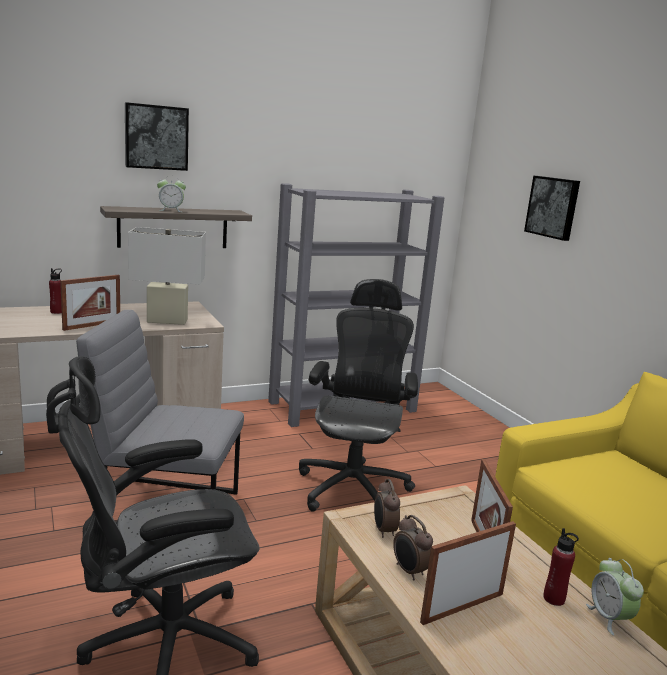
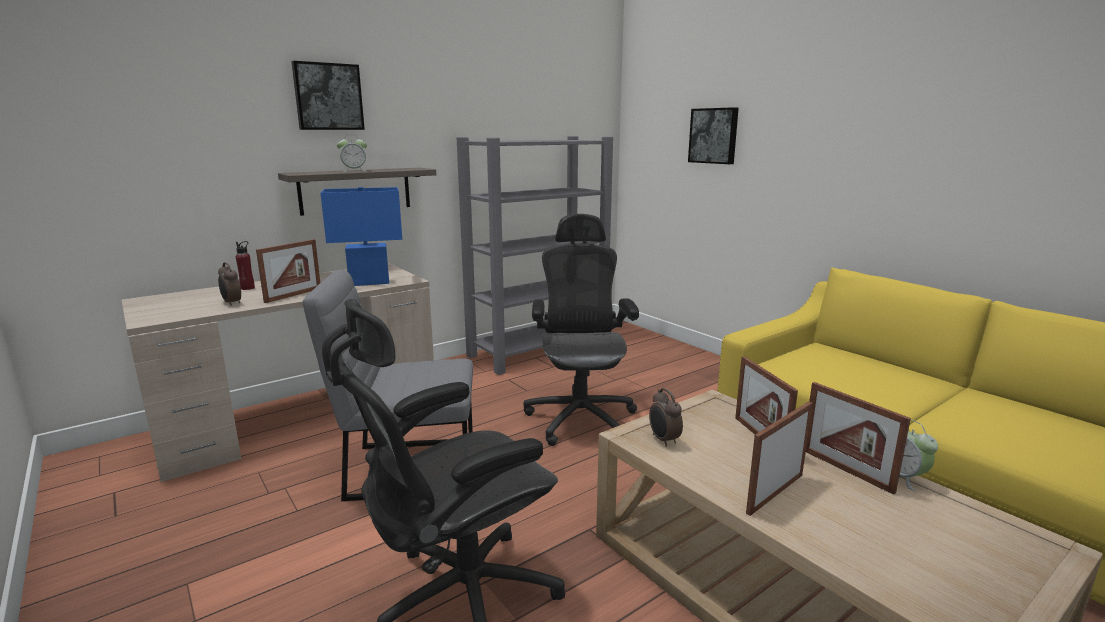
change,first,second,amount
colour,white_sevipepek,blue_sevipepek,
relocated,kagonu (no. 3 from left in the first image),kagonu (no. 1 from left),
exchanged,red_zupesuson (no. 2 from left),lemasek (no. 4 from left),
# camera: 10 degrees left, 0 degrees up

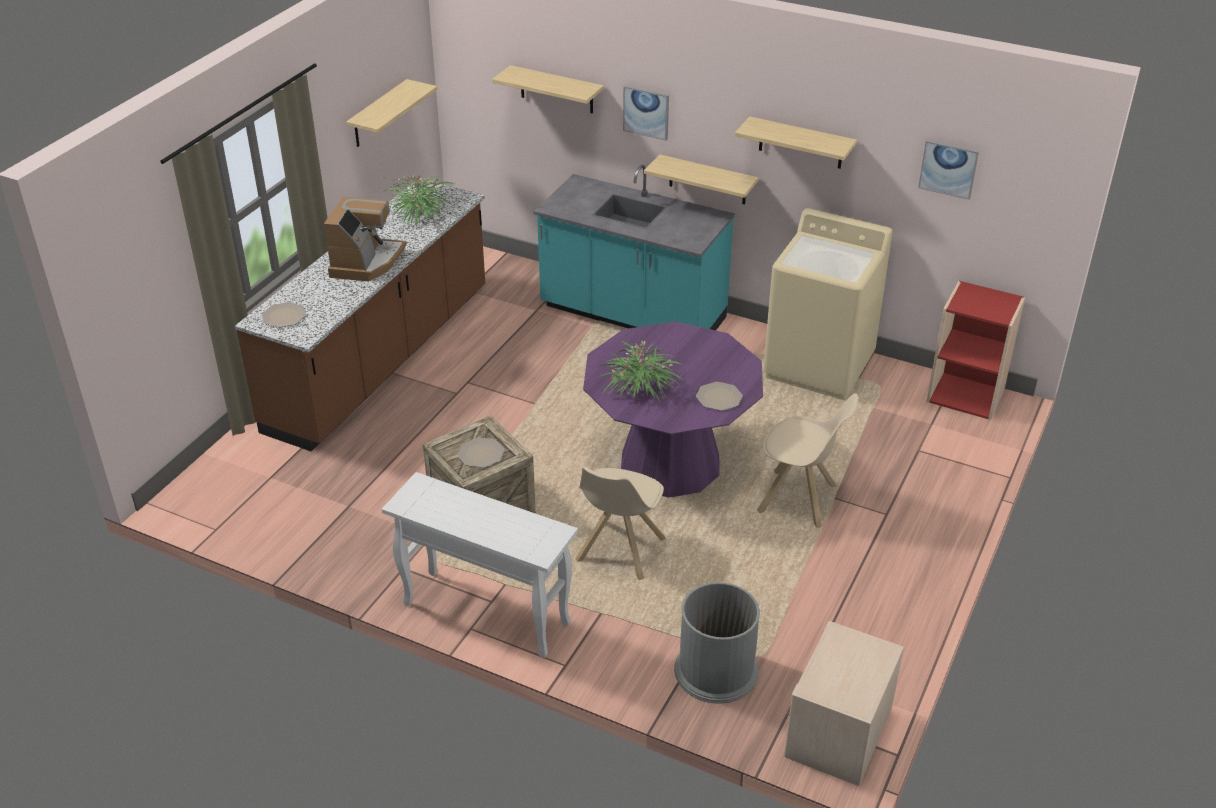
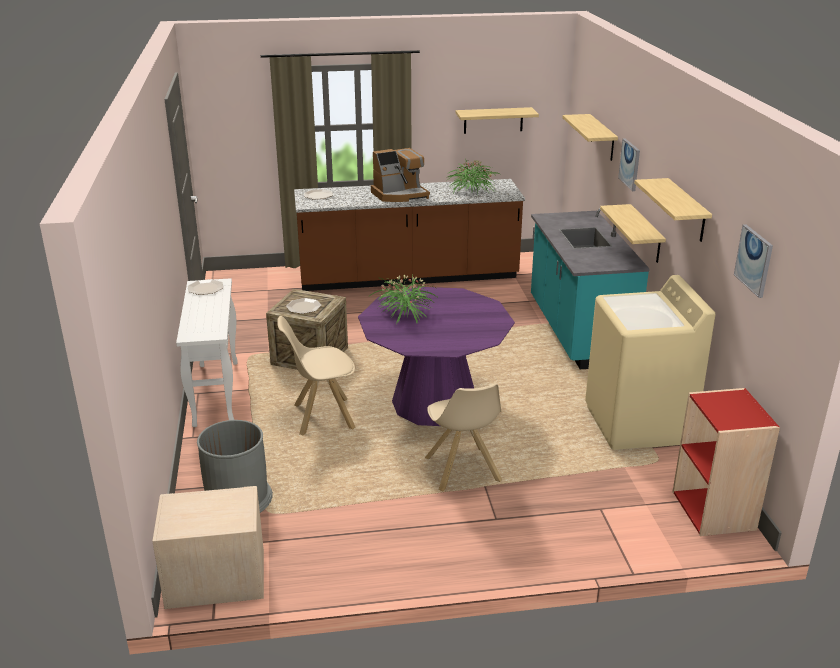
change,first,second,amount
relocated,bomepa (no. 3 from left in the first image),bomepa (no. 1 from left),
# camera: 55 degrees right, 10 degrees down

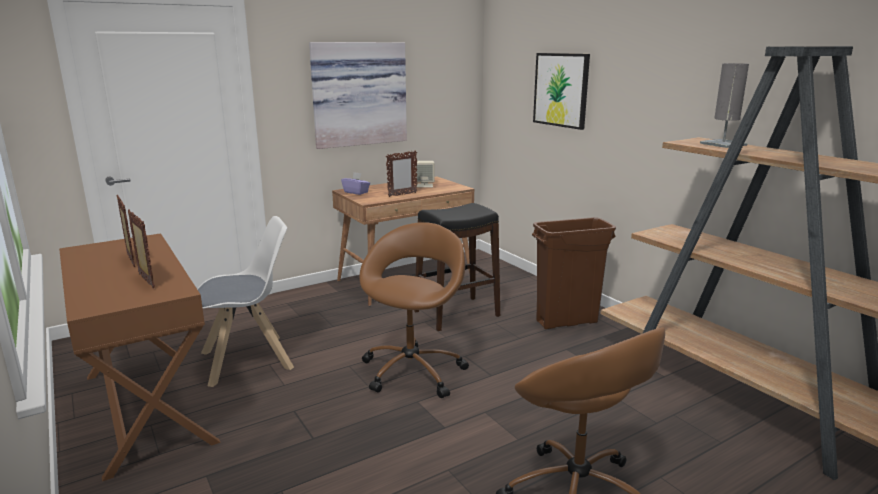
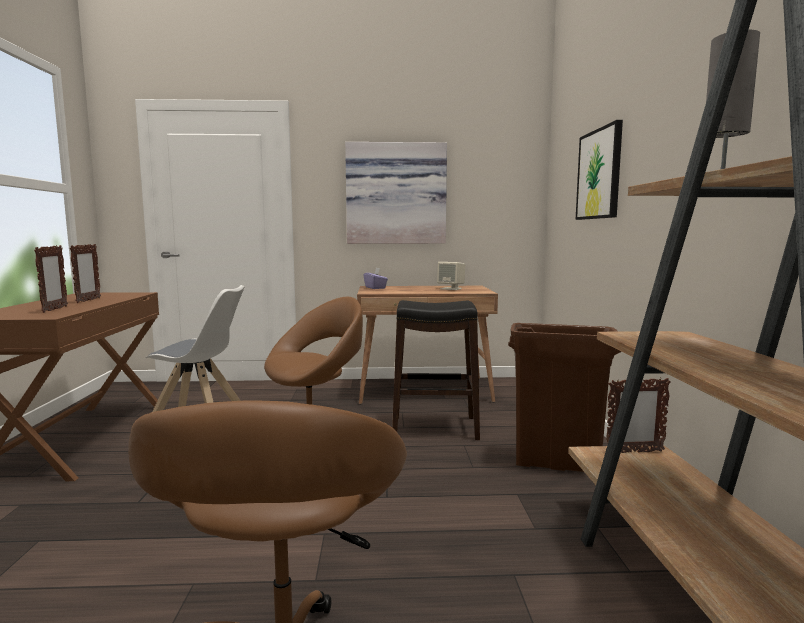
change,first,second,amount
relocated,lemasek (no. 3 from left),,
# camera: 30 degrees right, 10 degrees down

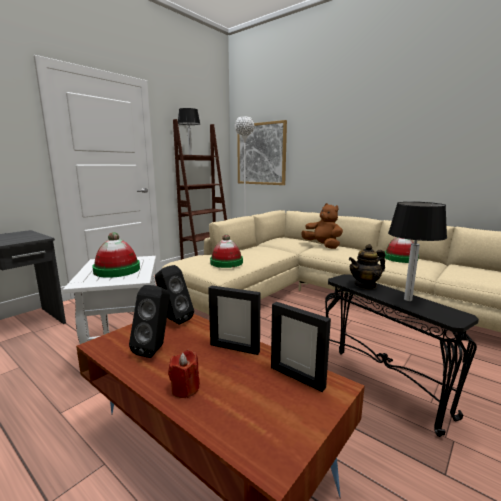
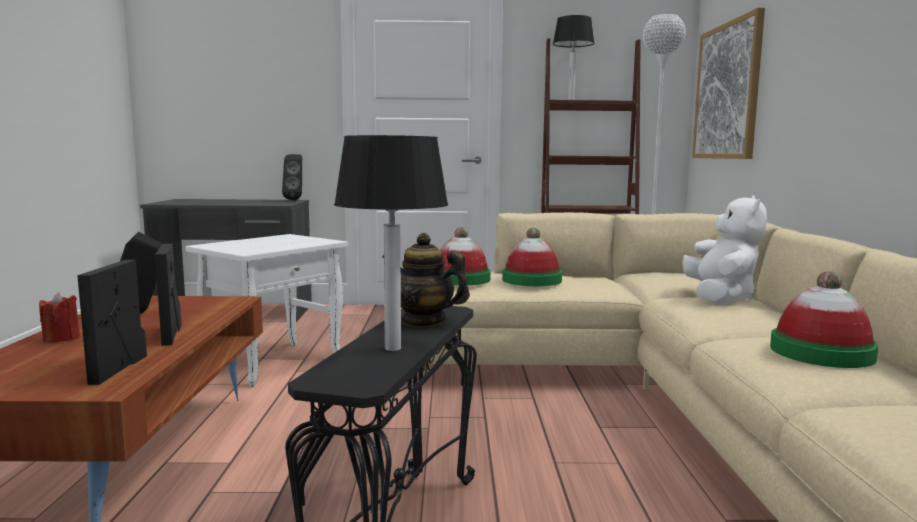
change,first,second,amount
relocated,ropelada (no. 1 from left in the first image),ropelada (no. 2 from left),
relocated,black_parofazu (no. 2 from left),,
colour,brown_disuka,white_disuka,
# camera: 50 degrees right, 5 degrees down

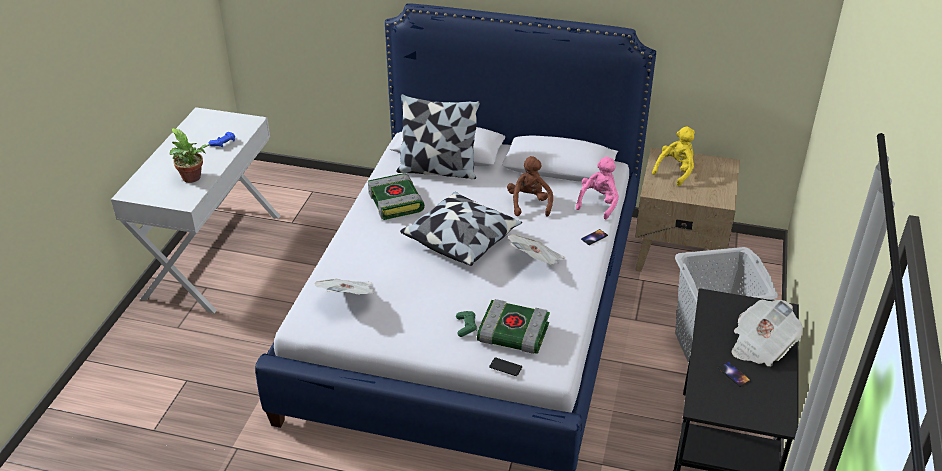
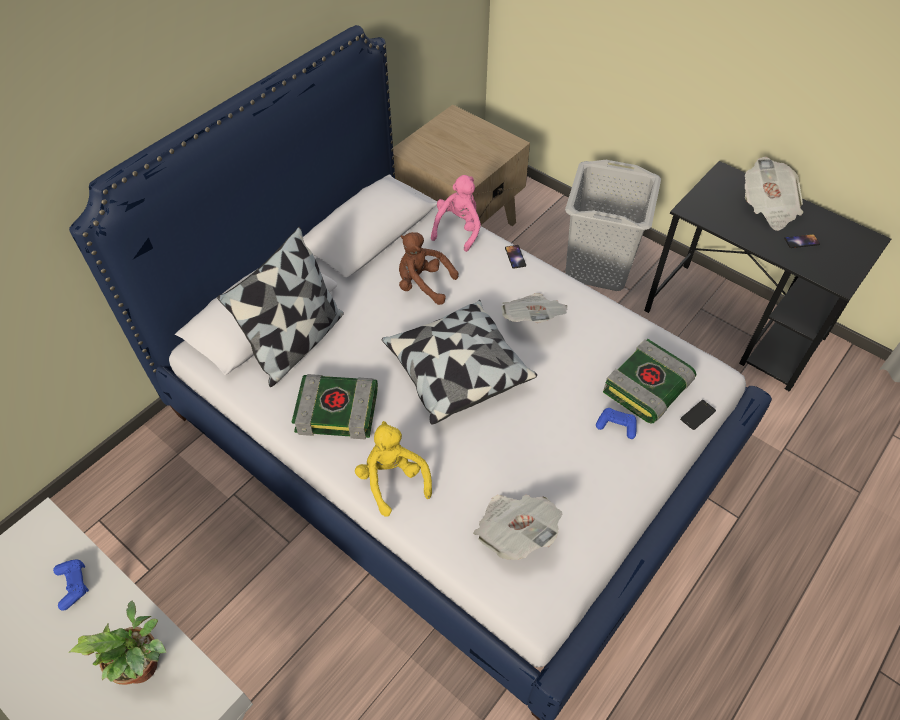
change,first,second,amount
colour,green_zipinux,blue_zipinux (no. 2 from left),
spun,pink_disuka,,60 degrees clockwise
relocated,yellow_disuka,,
# camera: 65 degrees left, 15 degrees up

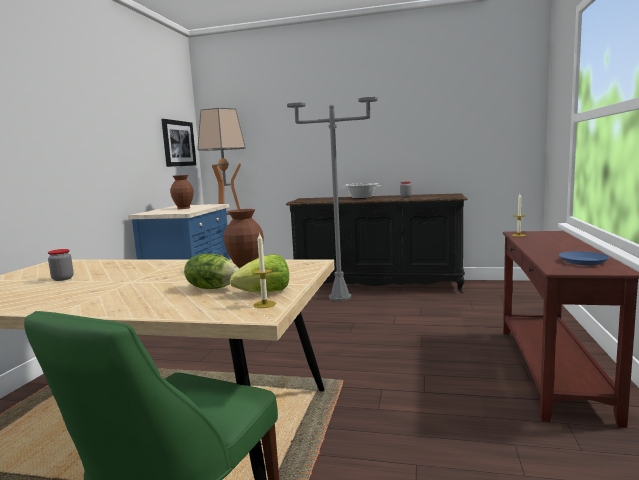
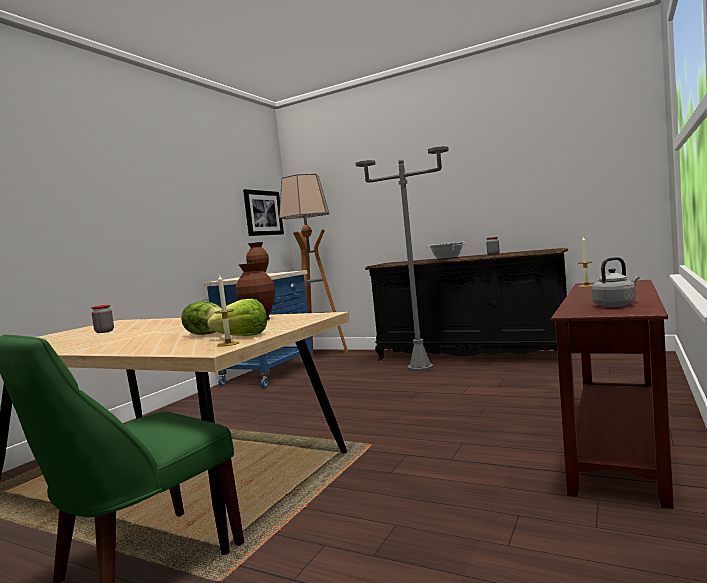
change,first,second,amount
exchanged,blue_bomepa,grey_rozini,
# camera: 15 degrees right, 5 degrees down

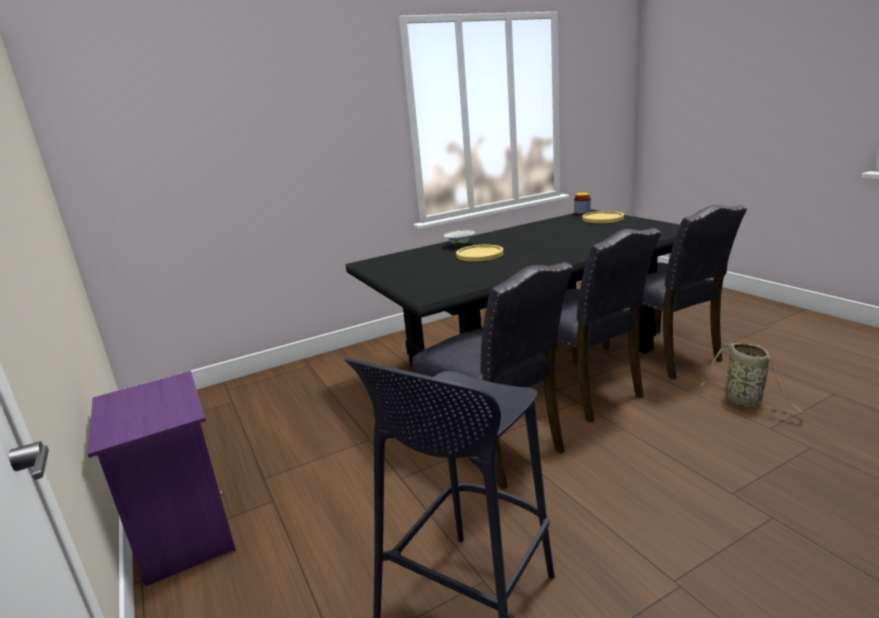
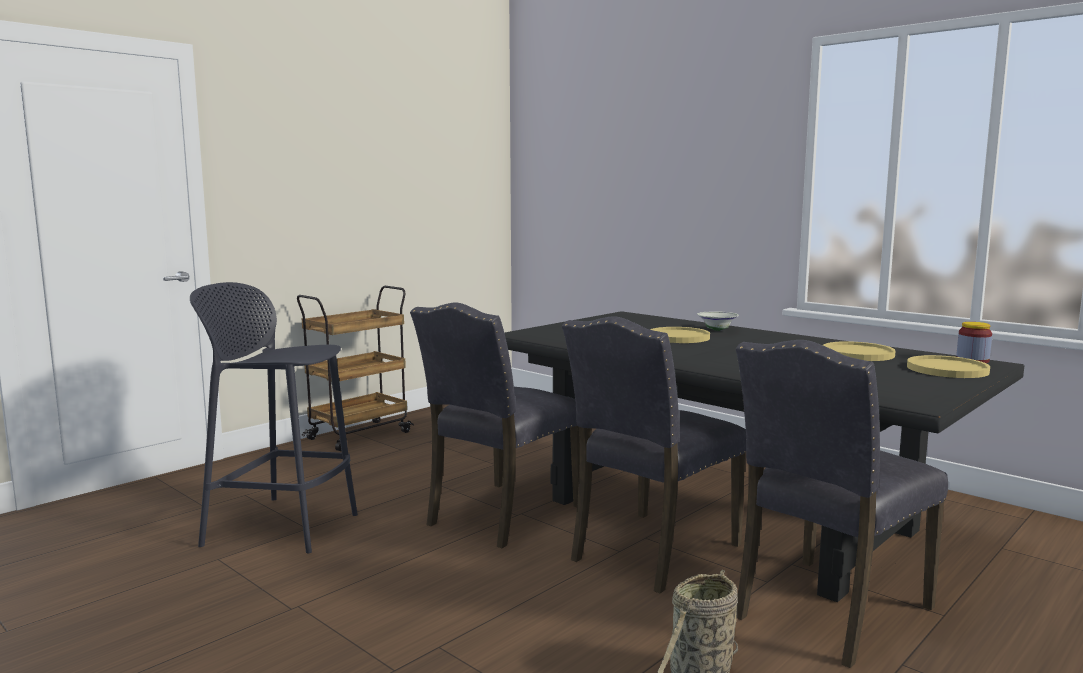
change,first,second,amount
exchanged,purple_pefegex,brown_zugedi,
appeared,,yellow_bomepa (no. 2 from left),
# camera: 70 degrees right, 10 degrees down

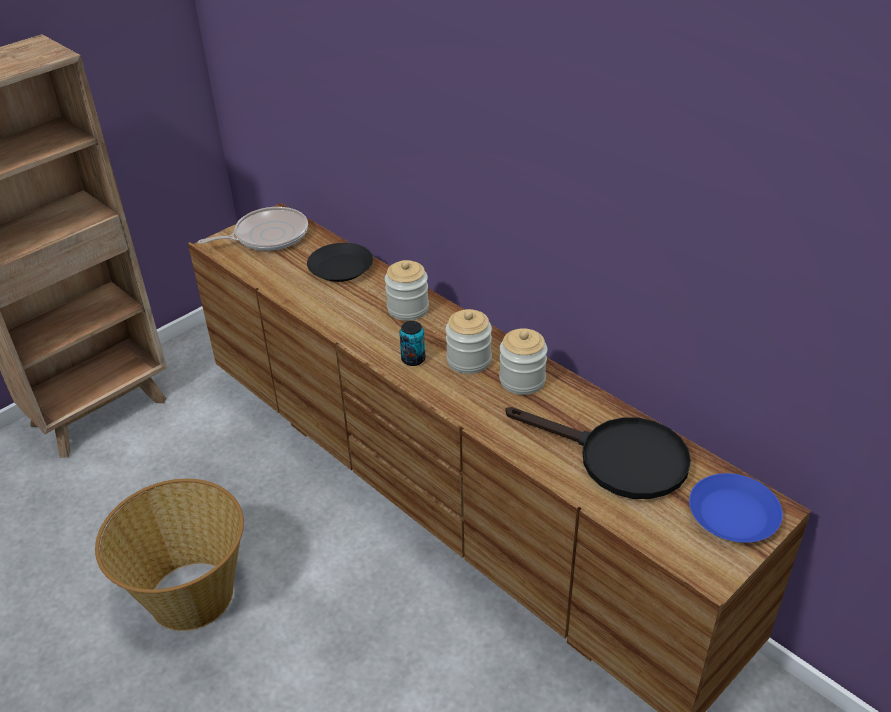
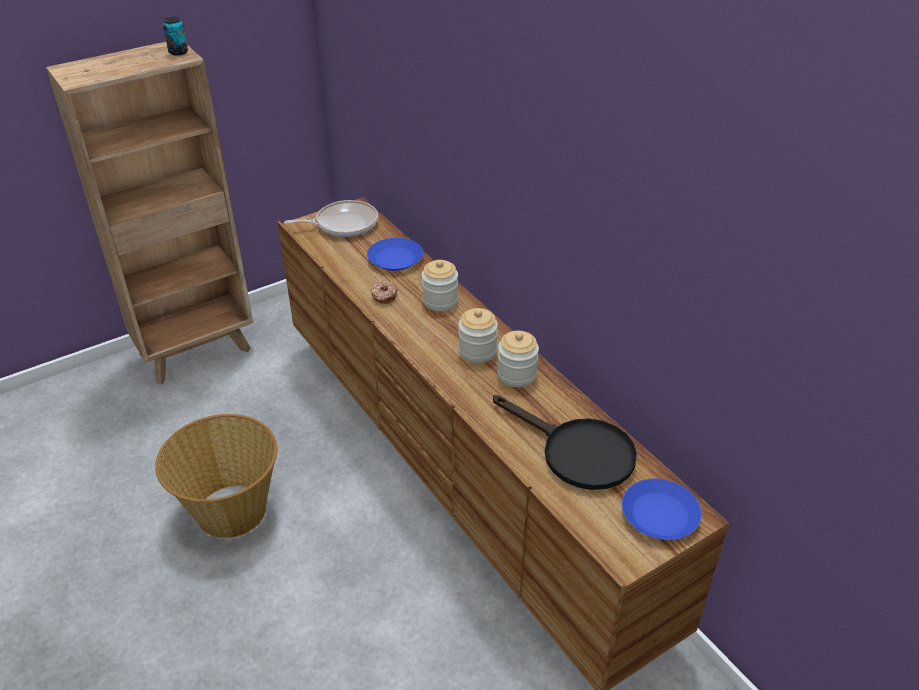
change,first,second,amount
colour,black_bomepa,blue_bomepa (no. 1 from left),
relocated,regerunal,,
appeared,,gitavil,
# camera: 10 degrees right, 0 degrees up

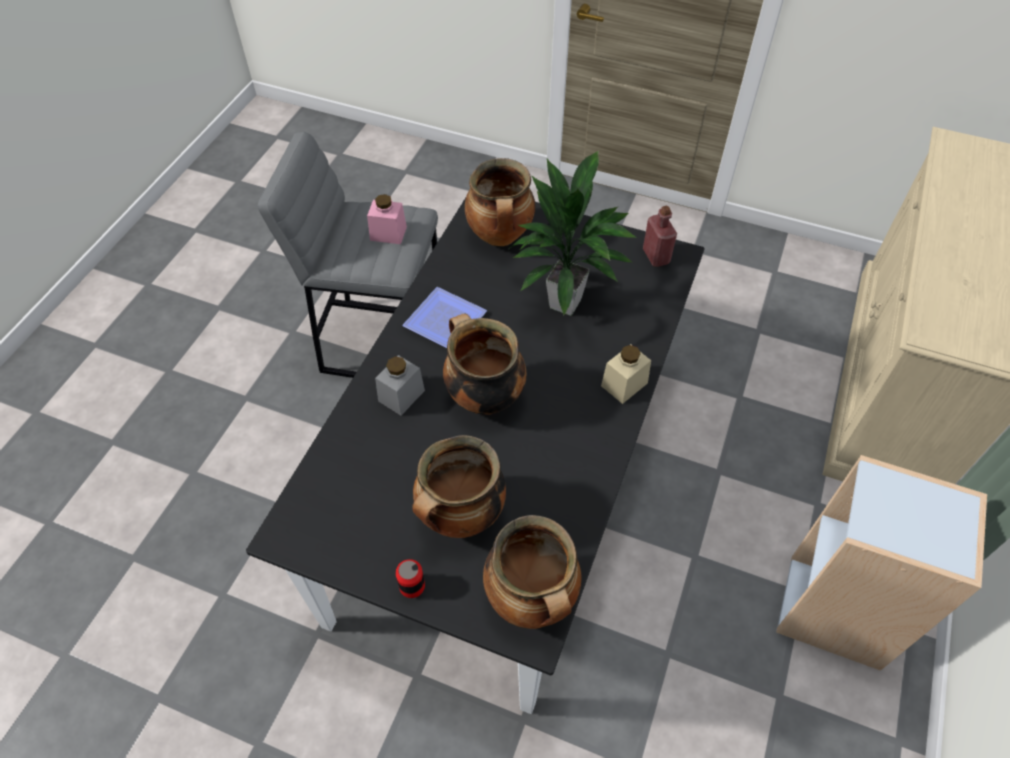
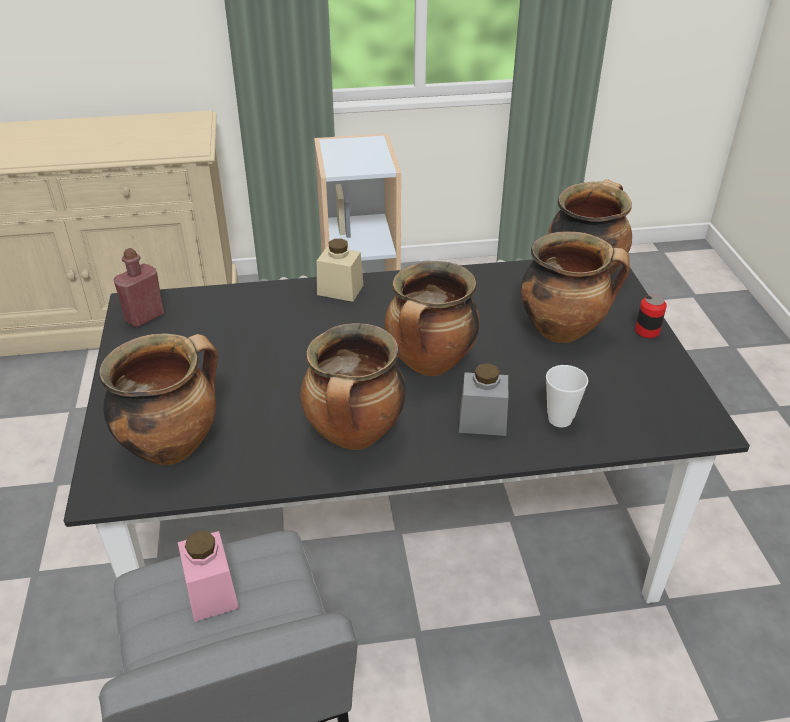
change,first,second,amount
exchanged,bomepa,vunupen (no. 2 from left),
missing,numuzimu,,
appeared,,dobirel,
# camera: 120 degrees left, 15 degrees down

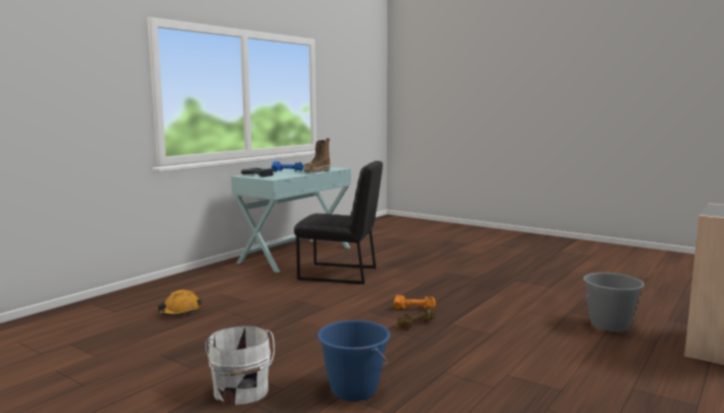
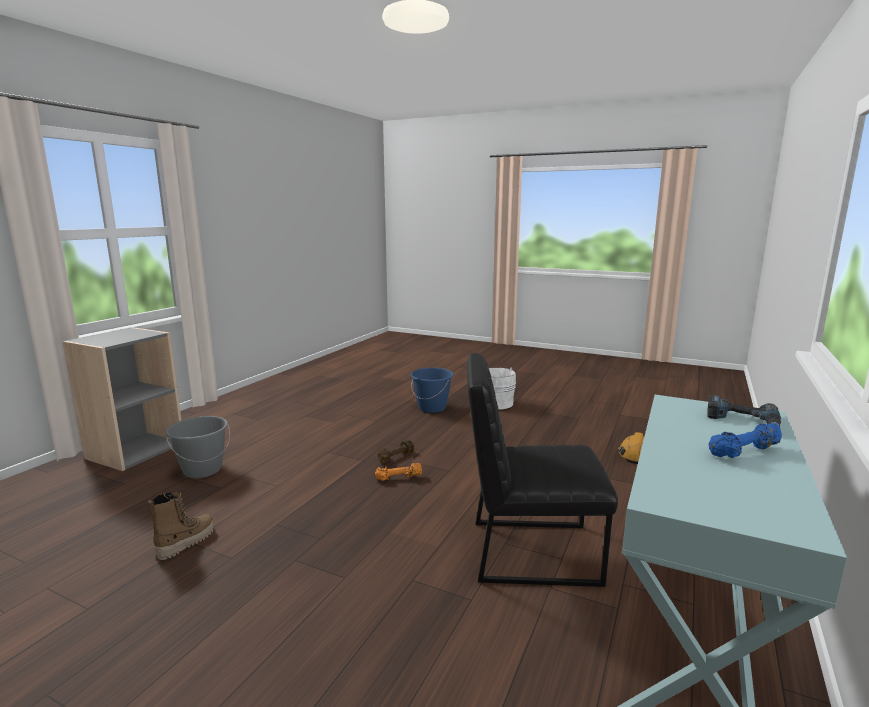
change,first,second,amount
relocated,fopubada,,
# camera: 170 degrees right, 5 degrees up

